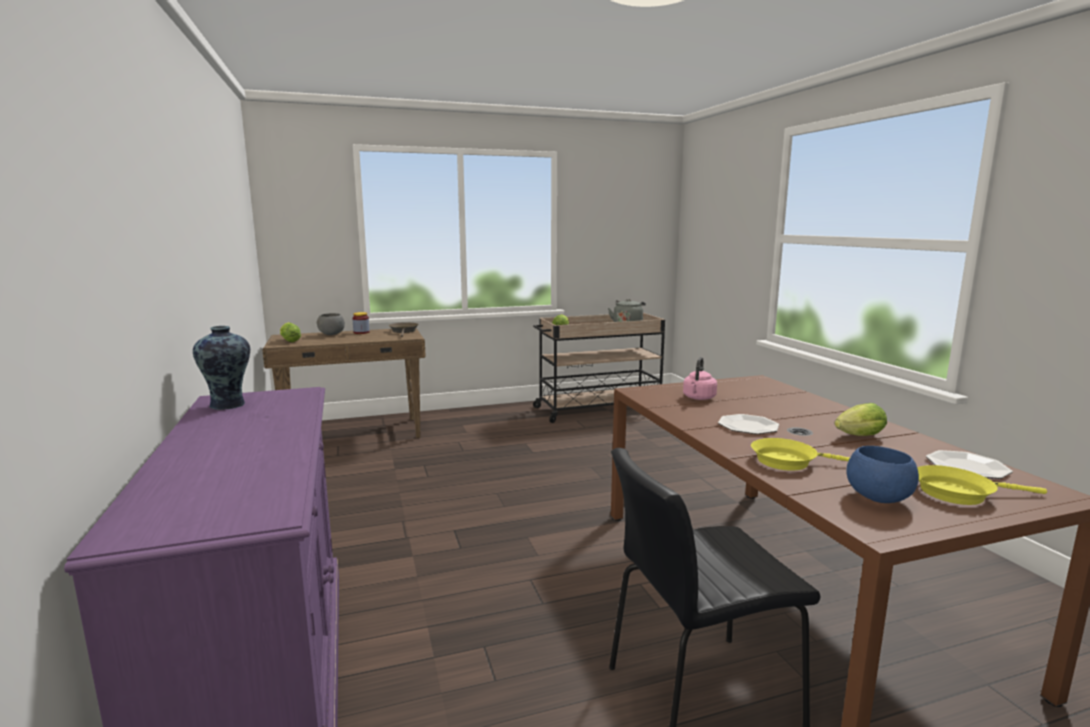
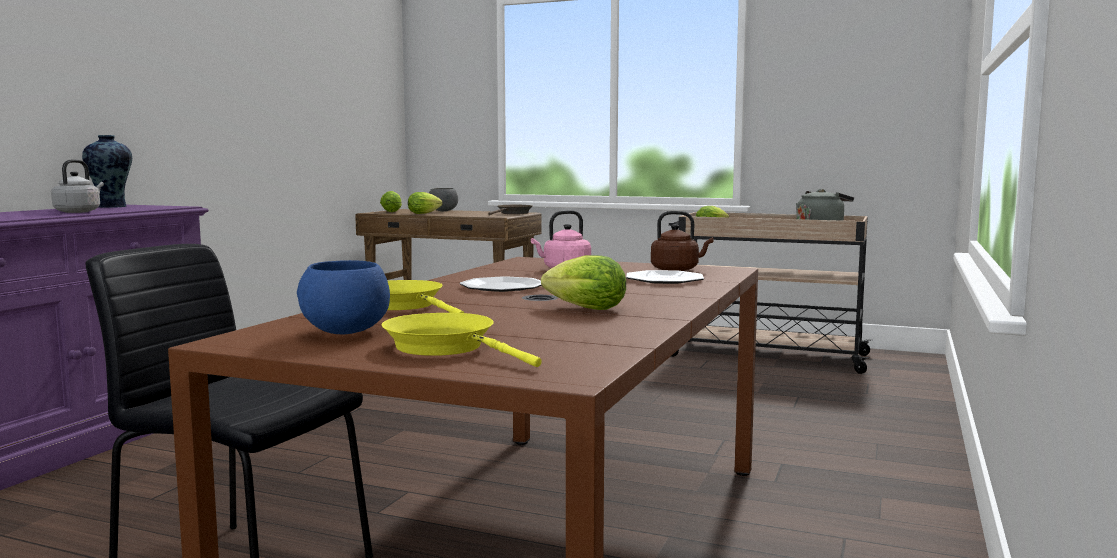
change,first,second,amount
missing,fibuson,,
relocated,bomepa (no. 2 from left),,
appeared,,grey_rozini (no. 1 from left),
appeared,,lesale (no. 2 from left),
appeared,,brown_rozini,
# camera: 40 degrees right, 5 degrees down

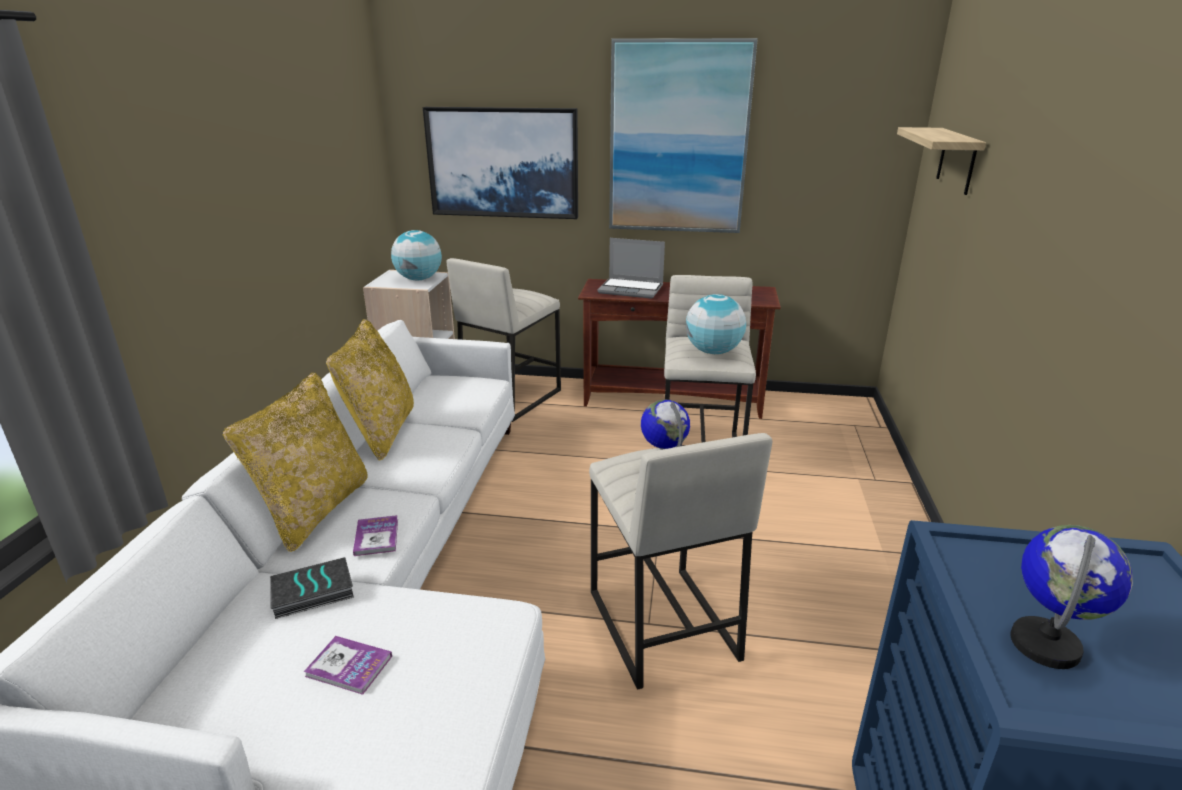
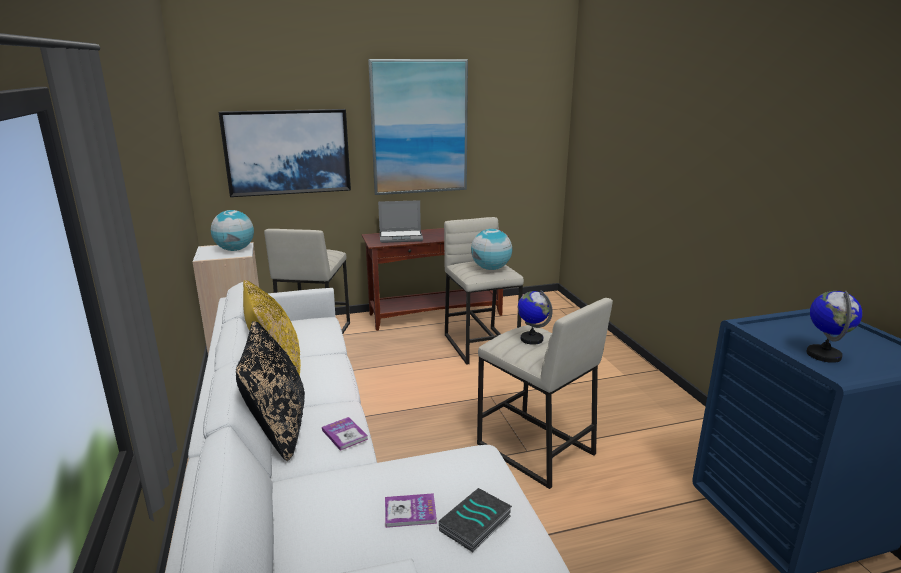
change,first,second,amount
colour,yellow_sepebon (no. 1 from left),black_sepebon,
relocated,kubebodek (no. 1 from left in the first image),kubebodek (no. 3 from left),
missing,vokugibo,,
# camera: 25 degrees left, 5 degrees down

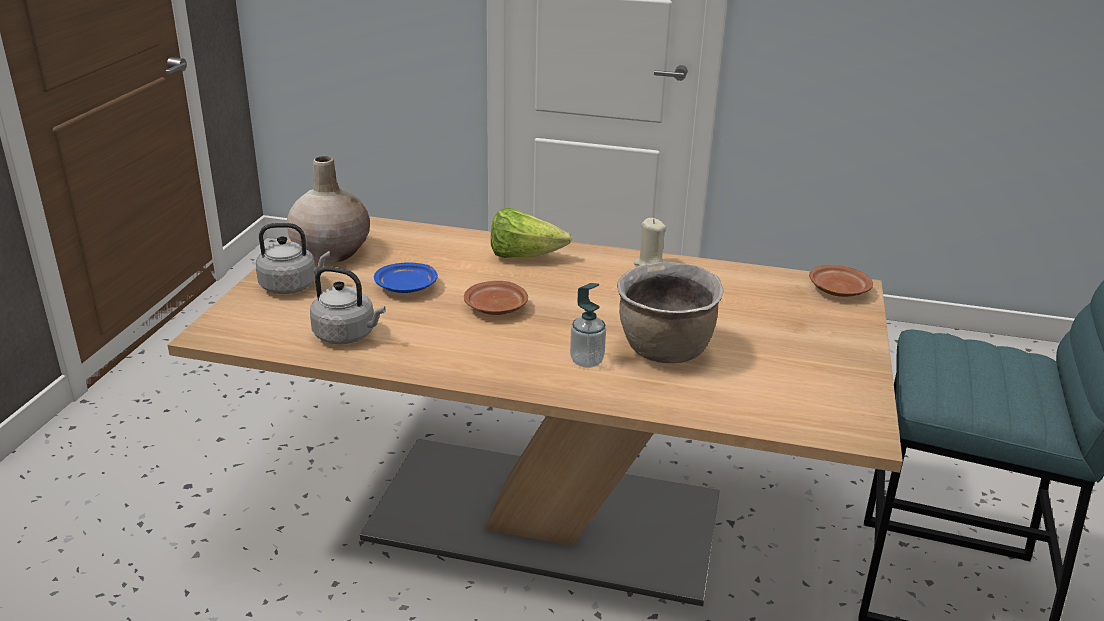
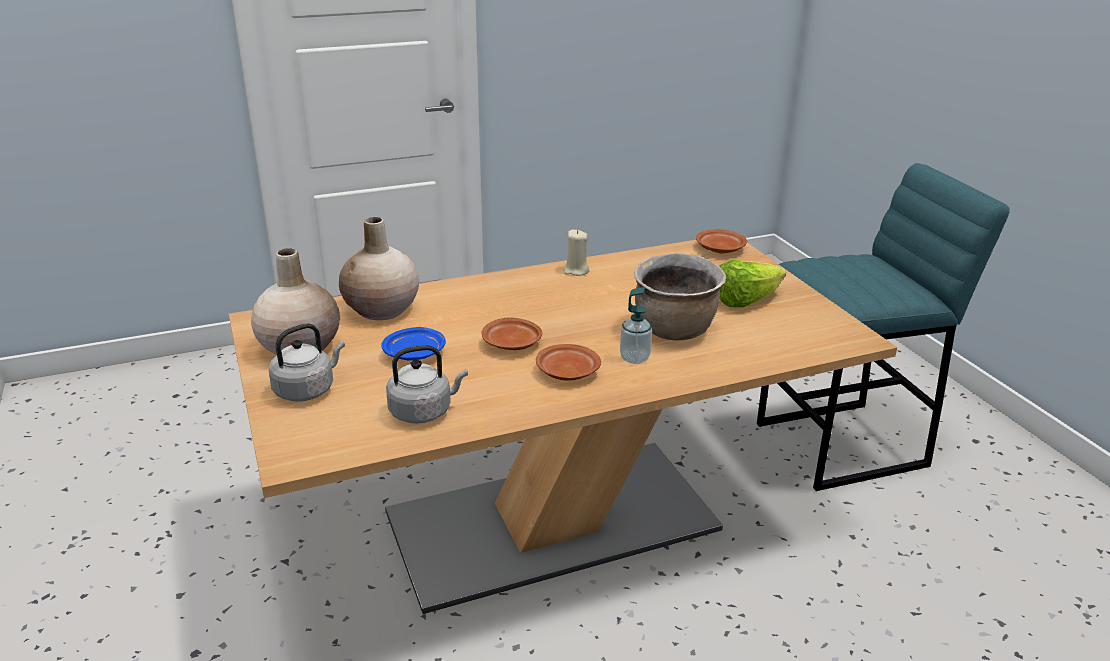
change,first,second,amount
relocated,lesale,,
appeared,,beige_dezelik (no. 2 from left),
appeared,,brown_bomepa (no. 2 from left),
# camera: 35 degrees left, 0 degrees up

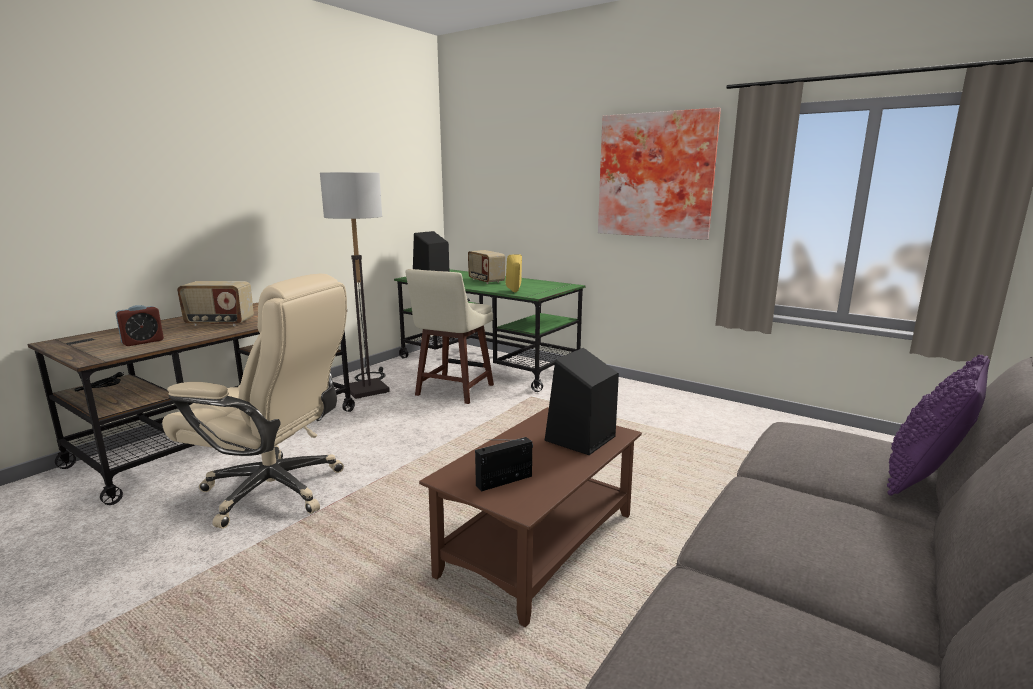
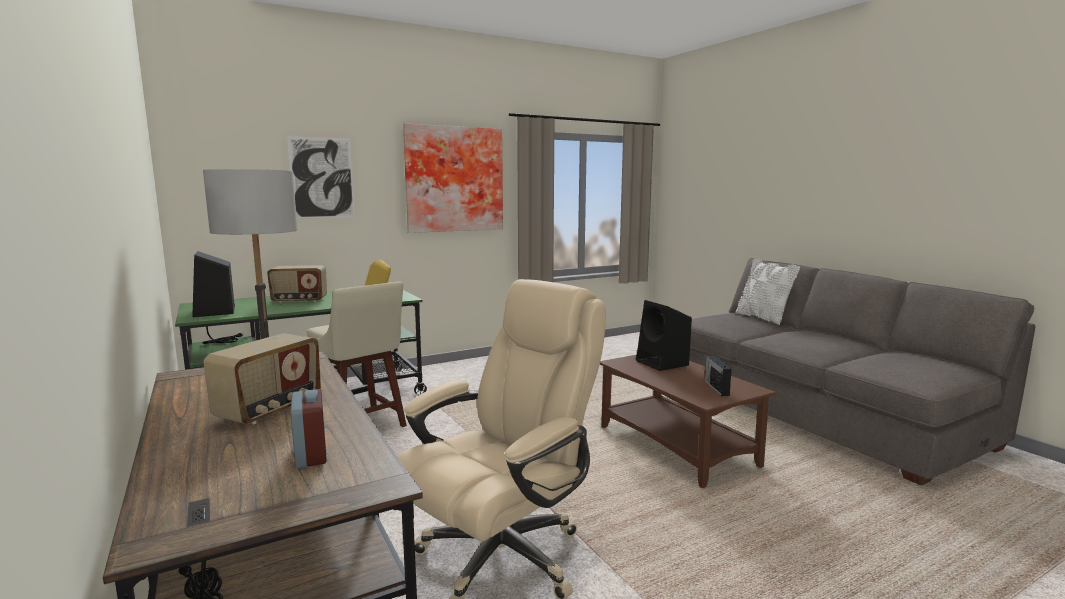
change,first,second,amount
colour,purple_sepebon,white_sepebon,
appeared,,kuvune (no. 1 from left),
# camera: 65 degrees left, 5 degrees down

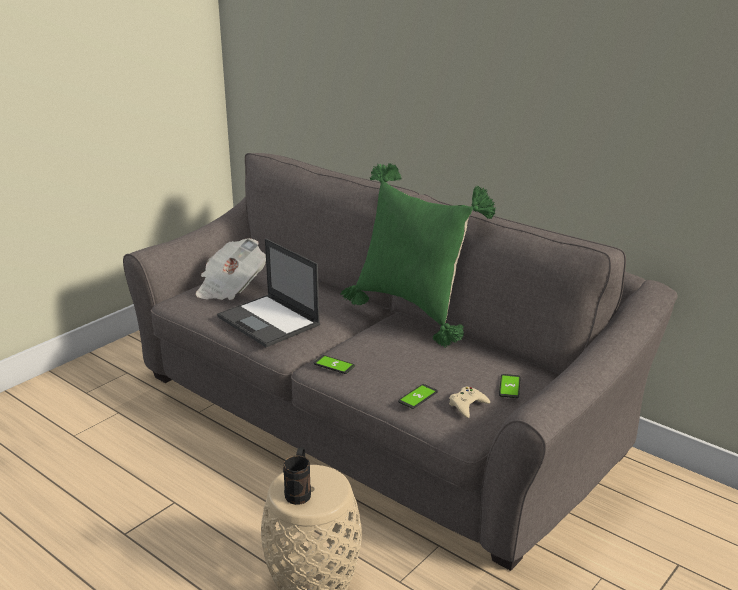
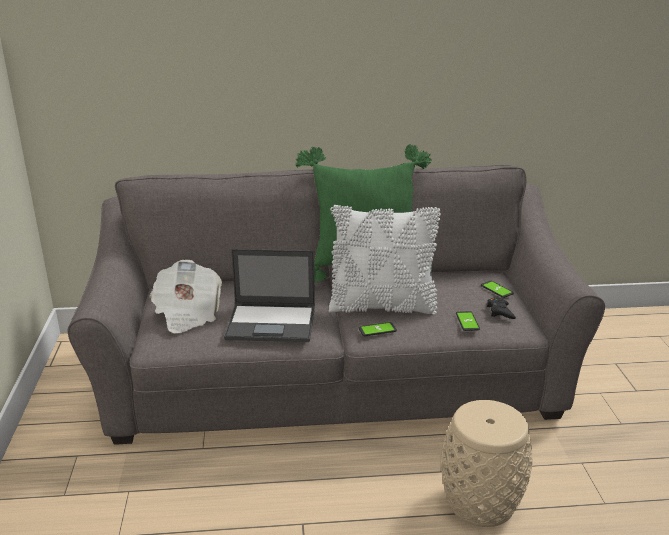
change,first,second,amount
missing,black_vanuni,,
colour,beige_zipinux,black_zipinux,
appeared,,white_sepebon,
# camera: 45 degrees left, 0 degrees up

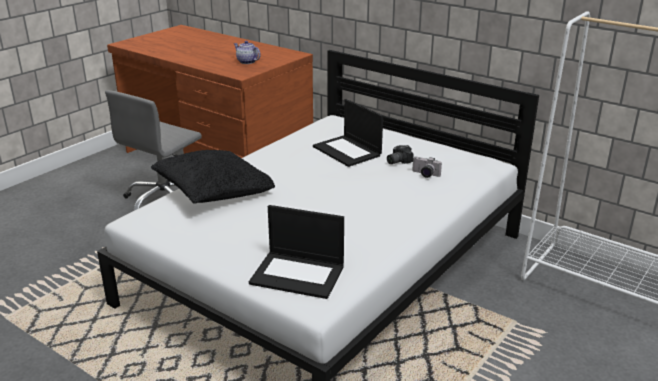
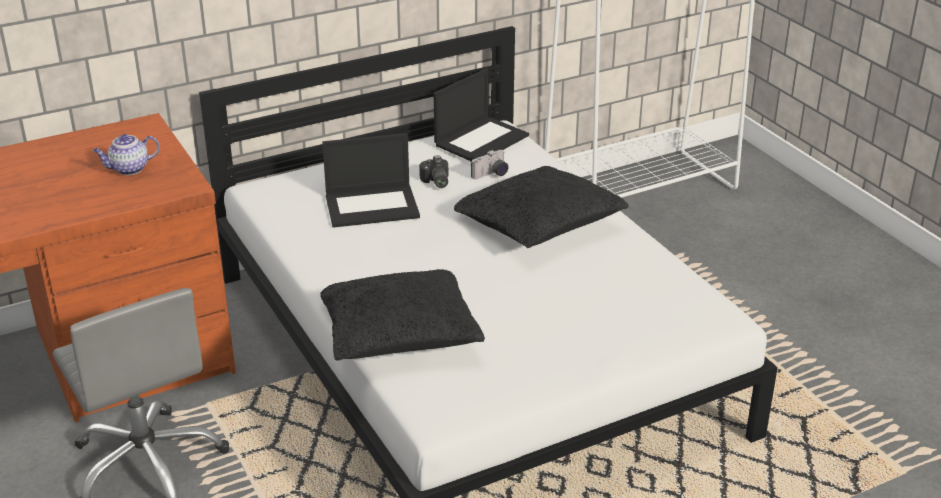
change,first,second,amount
relocated,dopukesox (no. 1 from left in the first image),dopukesox (no. 2 from left),
appeared,,black_sepebon (no. 2 from left),
# camera: 65 degrees left, 5 degrees up

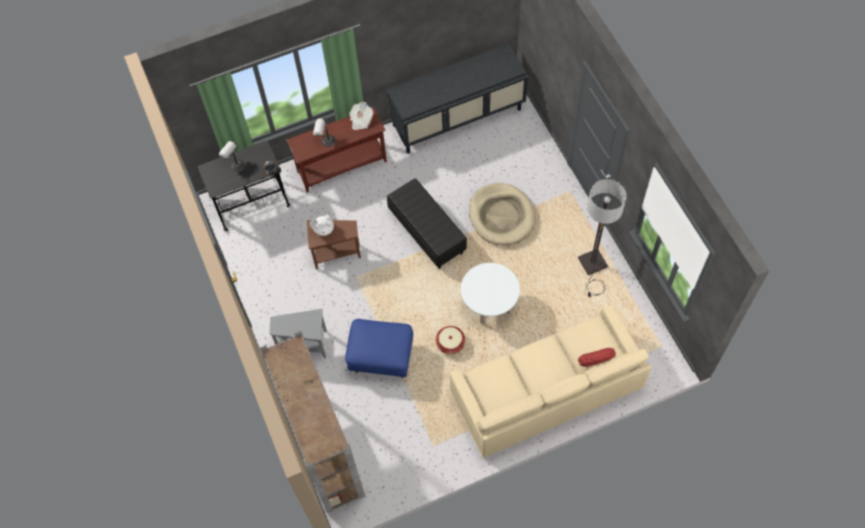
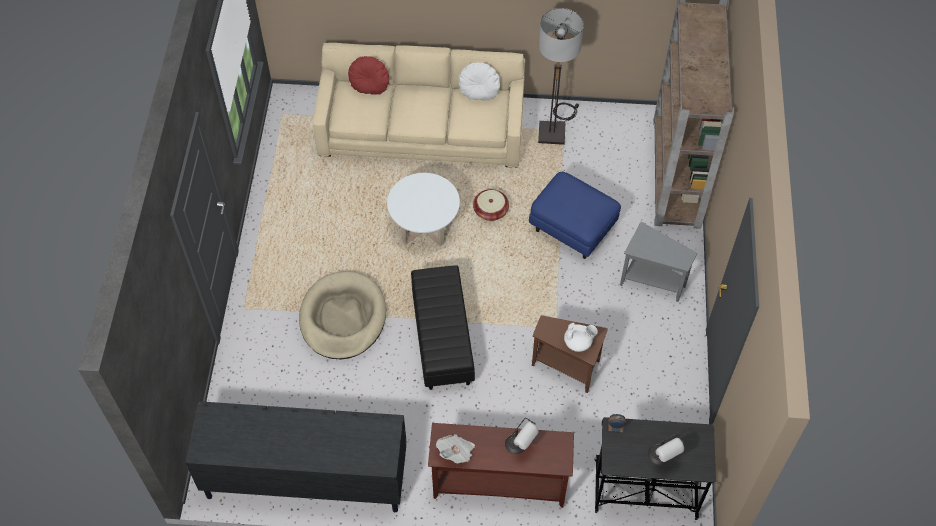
change,first,second,amount
relocated,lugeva,,
appeared,,white_sepebon,
# camera: 155 degrees left, 5 degrees down

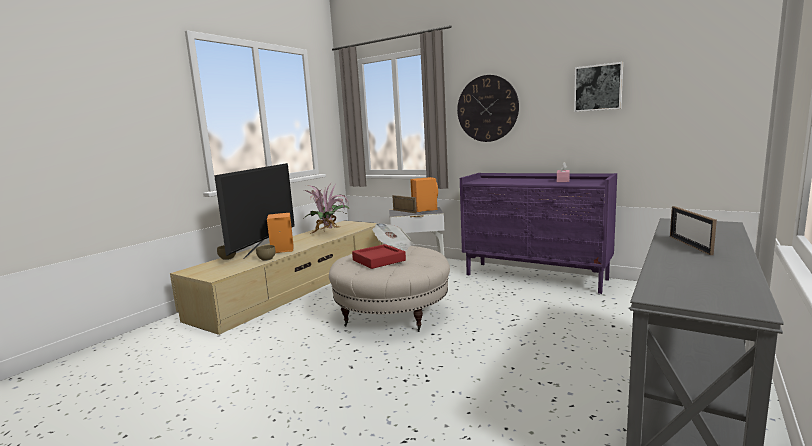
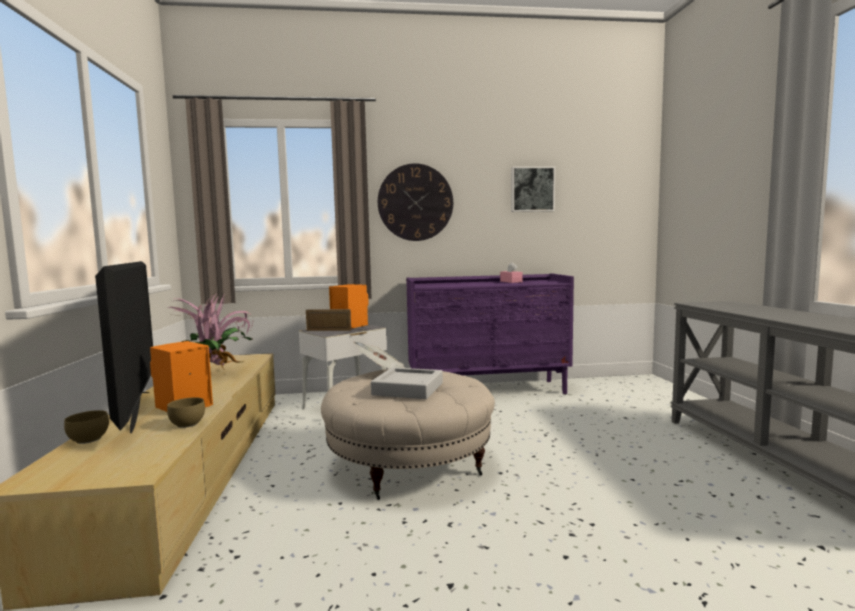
change,first,second,amount
colour,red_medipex,grey_medipex,
missing,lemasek (no. 2 from left),,
# camera: 40 degrees left, 5 degrees down

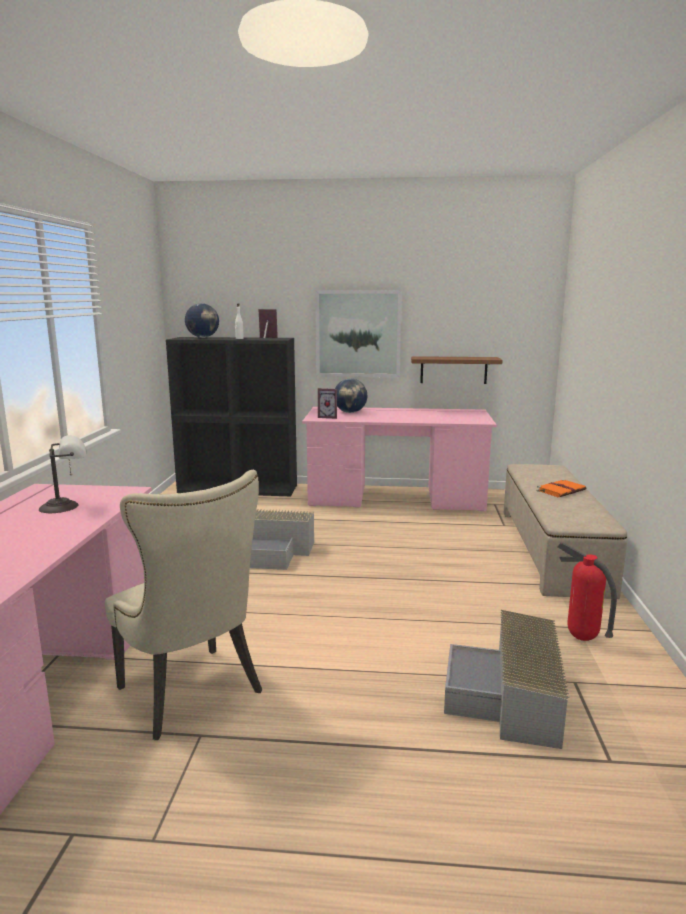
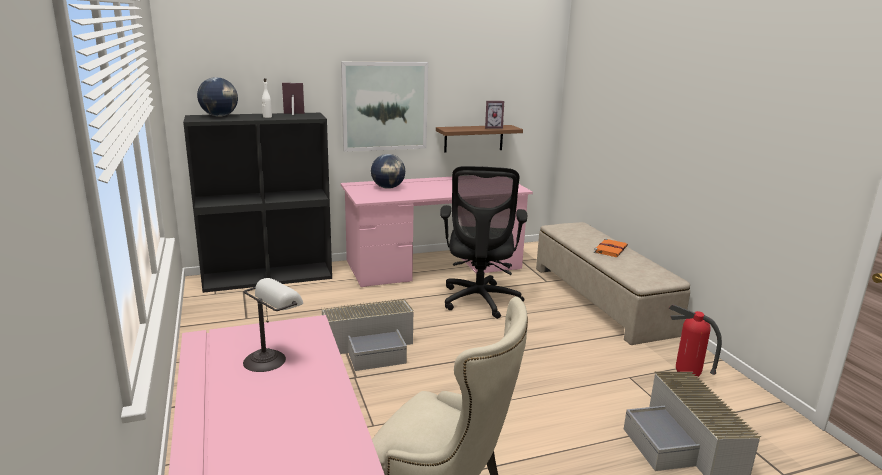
change,first,second,amount
relocated,lemasek (no. 2 from left),,
appeared,,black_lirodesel,
# camera: 25 degrees left, 5 degrees up

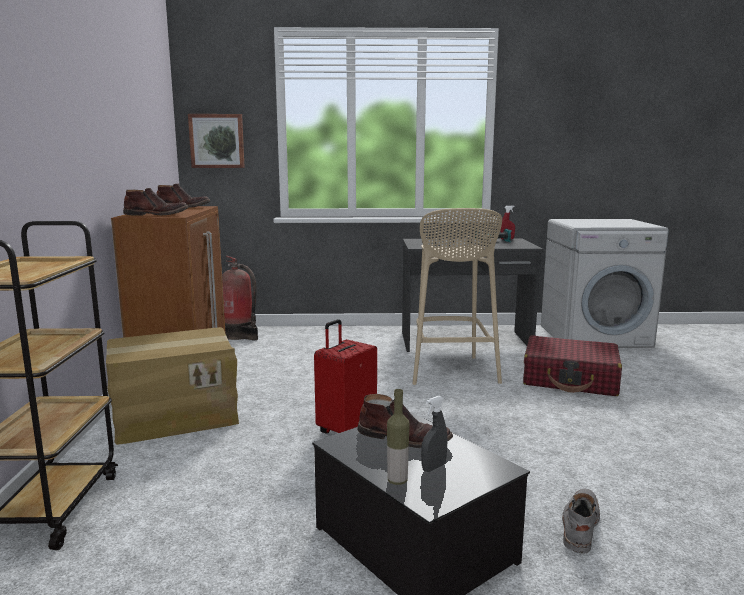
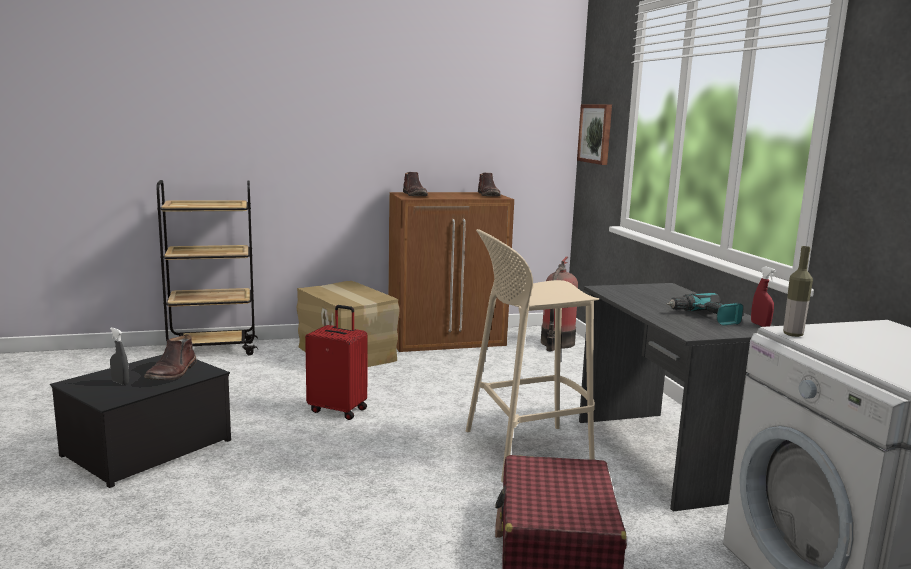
change,first,second,amount
relocated,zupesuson,,
missing,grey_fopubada,,
# camera: 75 degrees right, 0 degrees up

